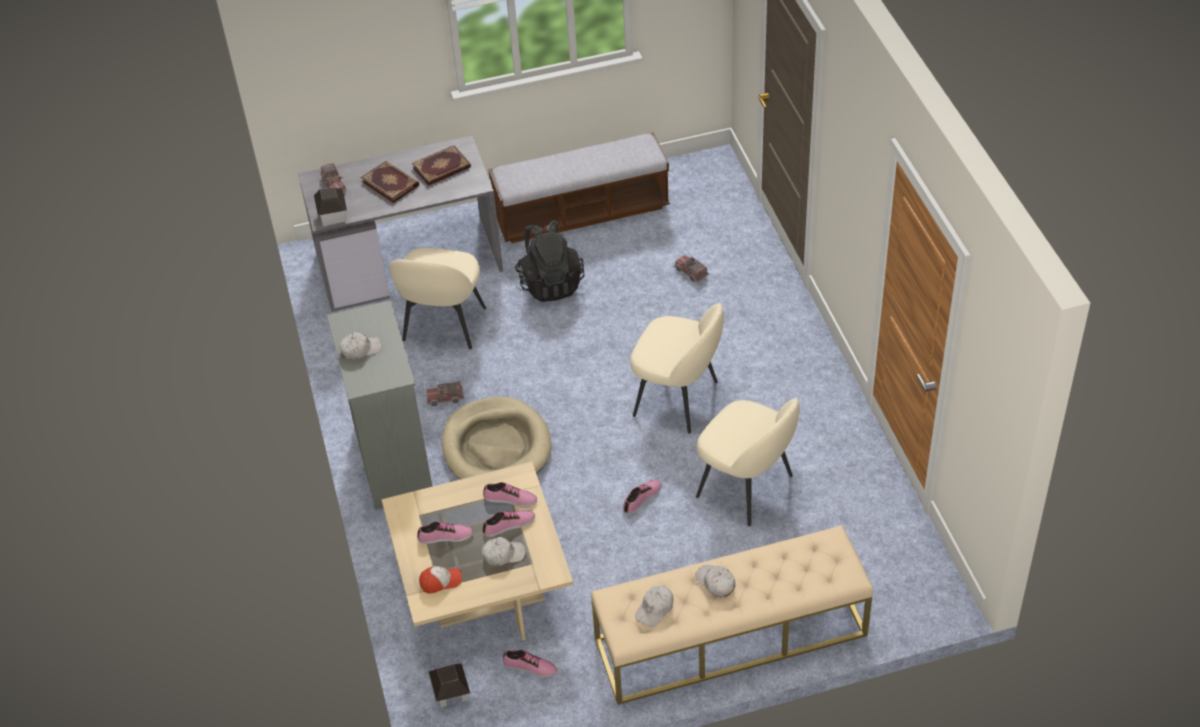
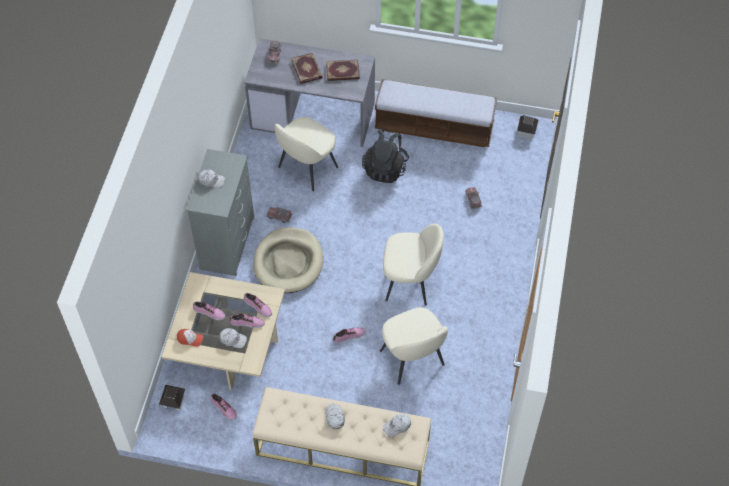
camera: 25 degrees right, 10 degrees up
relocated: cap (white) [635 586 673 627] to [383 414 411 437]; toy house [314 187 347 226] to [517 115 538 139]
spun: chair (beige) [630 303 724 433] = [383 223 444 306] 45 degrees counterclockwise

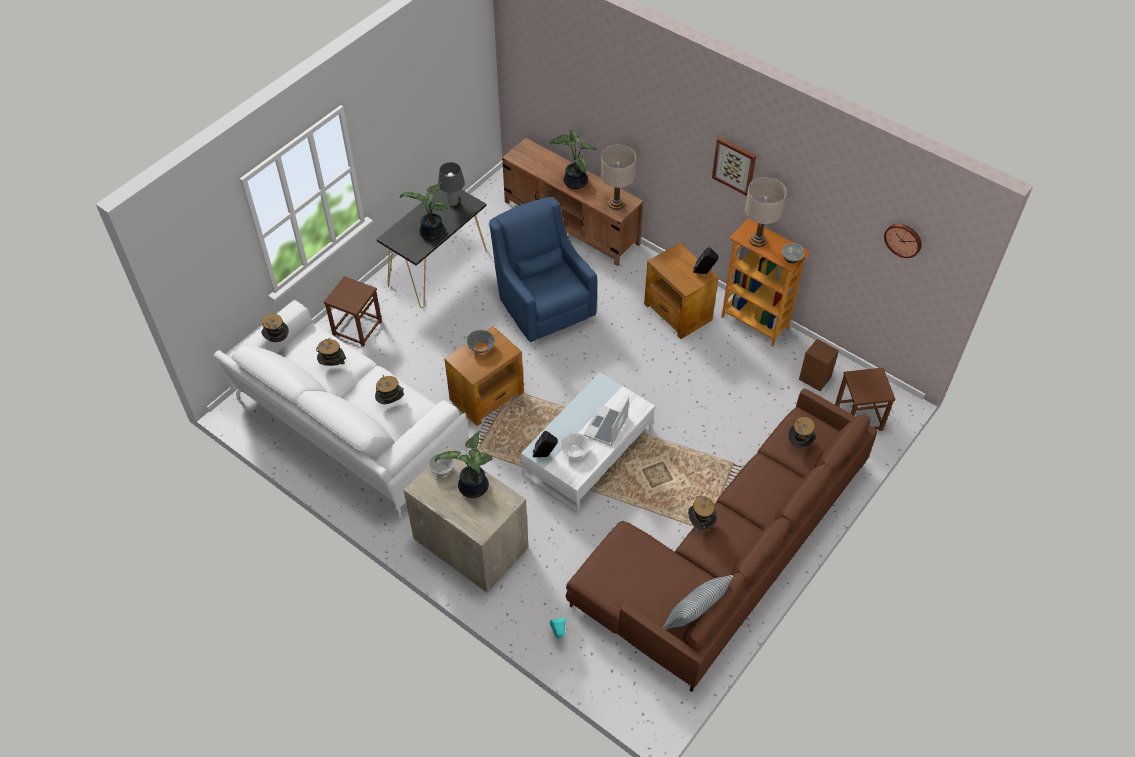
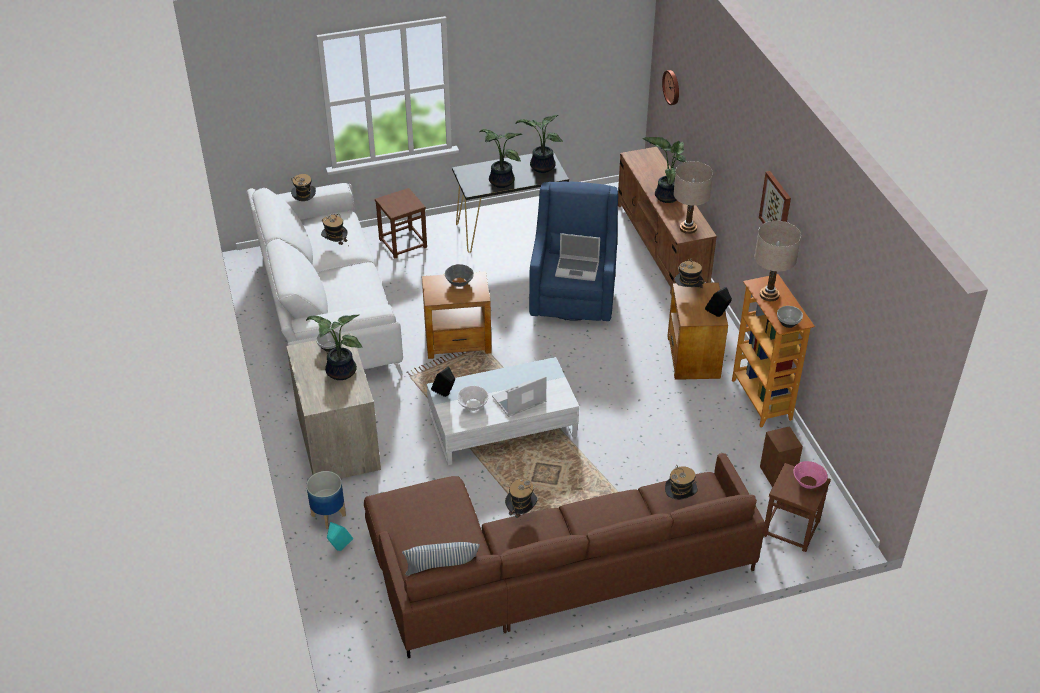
camera: 35 degrees right, 10 degrees down
appeared: planter [306 471 346 529]; laptop [555 233 600 281]; bowl (pink) [793 461 828 489]
relocated: wall clock [884 224 922 258] to [662 70 679 105]; hat [375 376 404 404] to [674 258 705 288]
exchanged: table lamp (grey) [438 162 465 206] to potted plant [516 115 563 173]

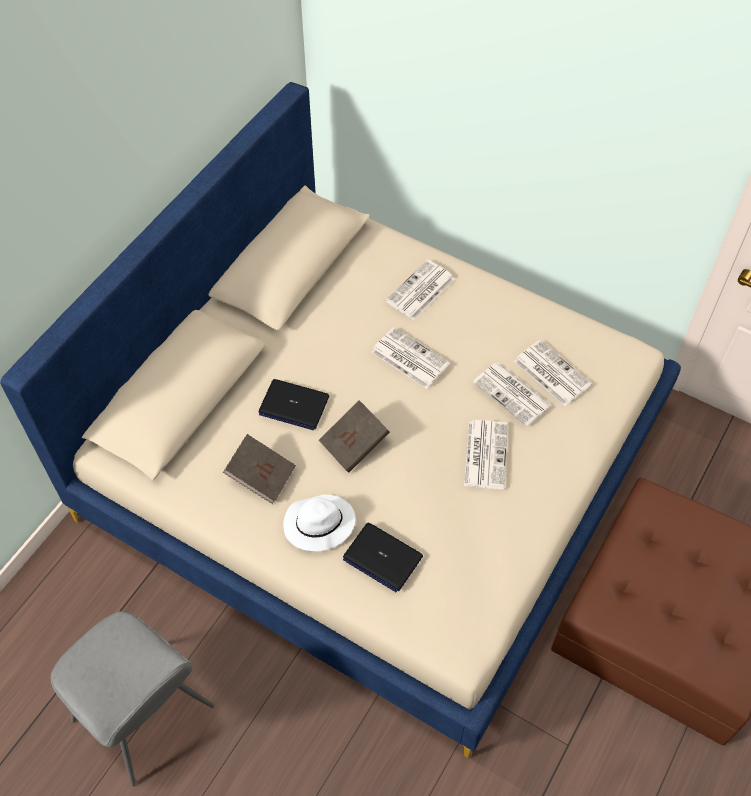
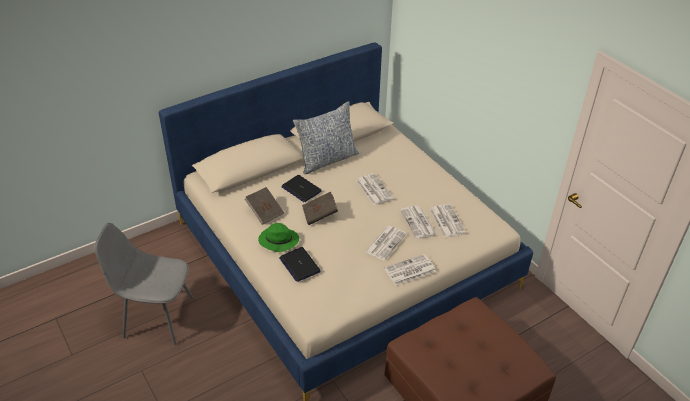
camera: 25 degrees right, 15 degrees down
appeared: pillow [293 101 359 174]
relocated: newspaper [385 260 455 320] to [384 254 436 286]
colour: hat (white) [283 495 355 551] to hat (green) [258 223 299 252]
spun: chair (grey) [51 611 214 787] = [94 223 194 345] 120 degrees clockwise

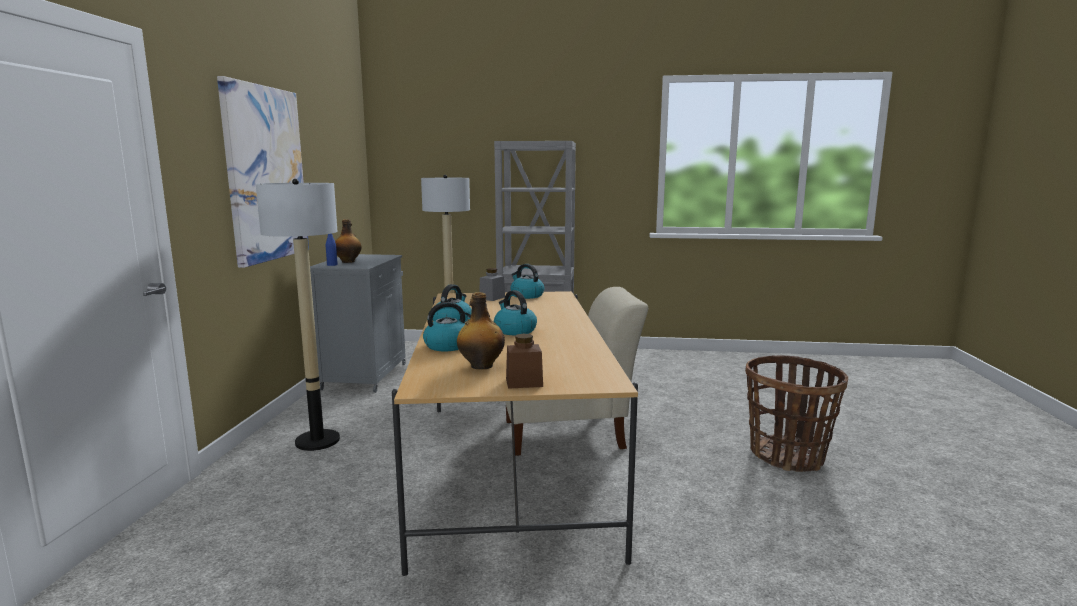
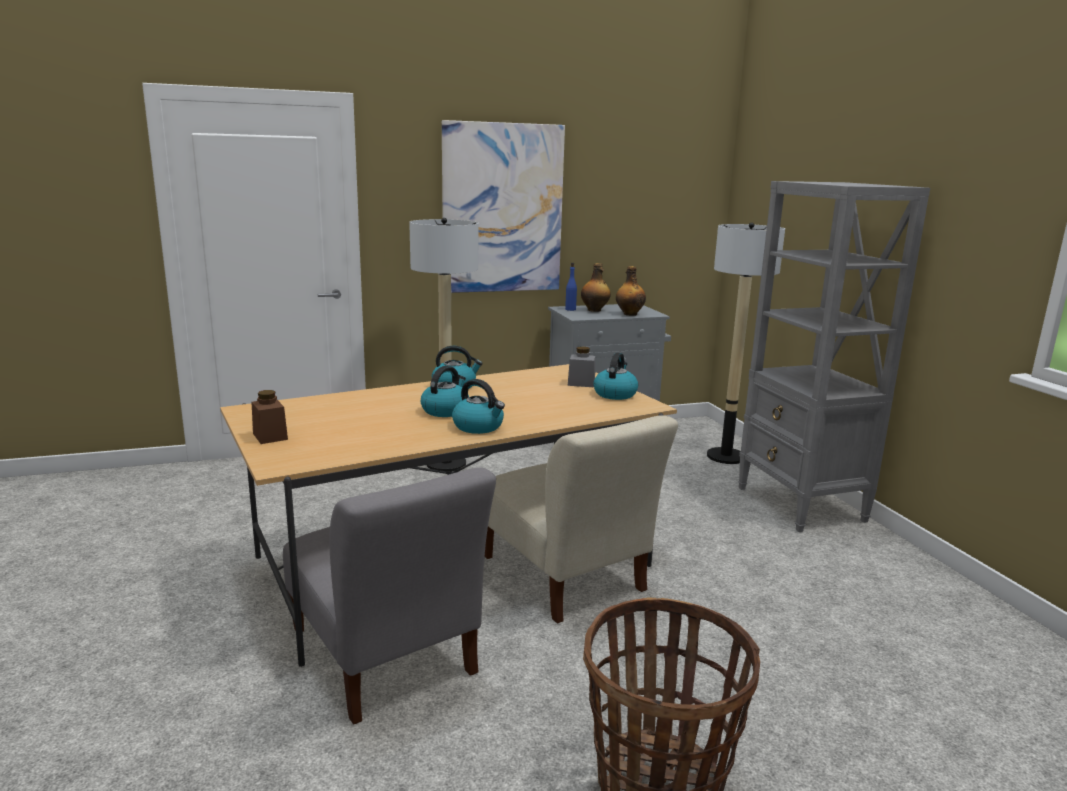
camera: 65 degrees right, 5 degrees up
appeared: chair (grey) [283 467 496 725]
relocated: kettle [423 302 471 351] to [452 379 505 434]; bottle [457 292 505 369] to [616 266 646 316]

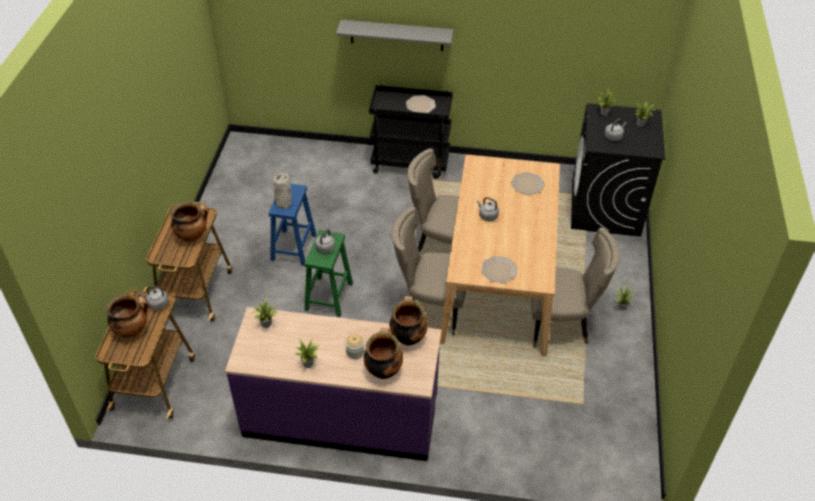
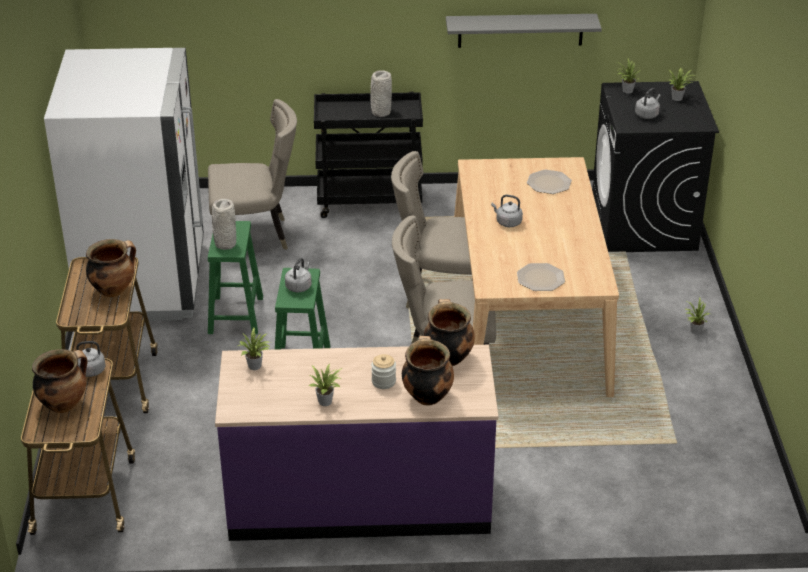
camera: 10 degrees left, 10 degrees down
appeared: fridge (white) [44 48 204 321]
relocated: chair (beige) [531 227 620 348] to [208 99 297 250]; shelf (grey) [336 20 454 51] to [446 14 602 48]
exchanged: plate [406 95 436 113] to vase (grey) [370 70 392 117]
colour: stool (blue) [269 183 317 266] to stool (green) [208 221 263 335]

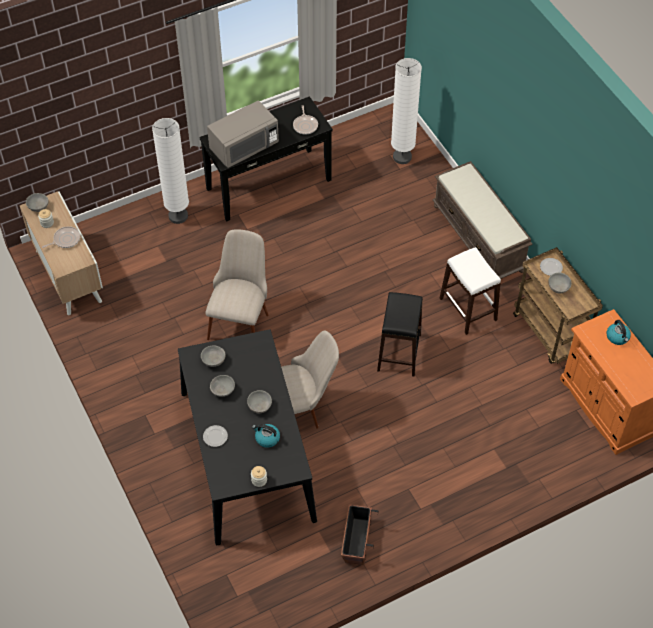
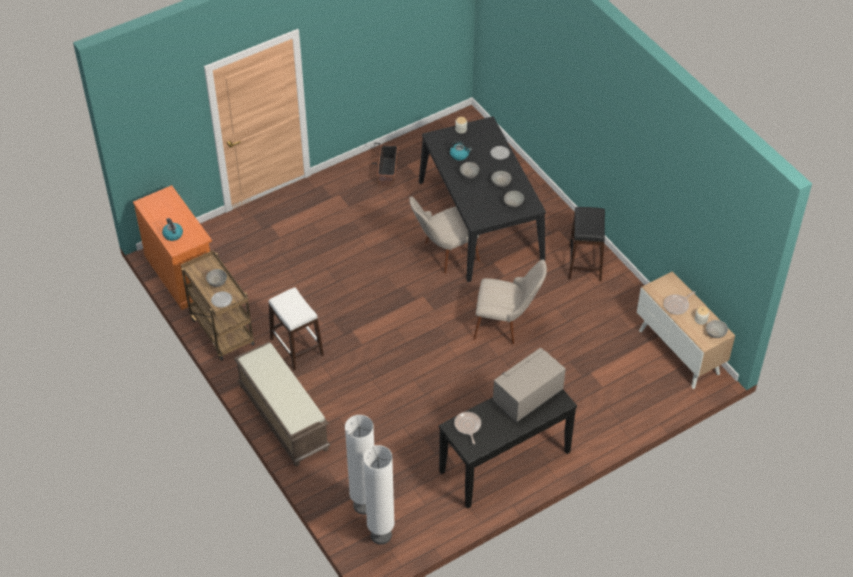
camera: 175 degrees right, 5 degrees down
relocated: floor lamp (white) [152 118 189 224] to [363 445 395 545]; stool (black) [377 292 423 377] to [568 207 605 281]
spun: chair (beige) [205 229 269 340] = [473 260 547 344] 90 degrees counterclockwise

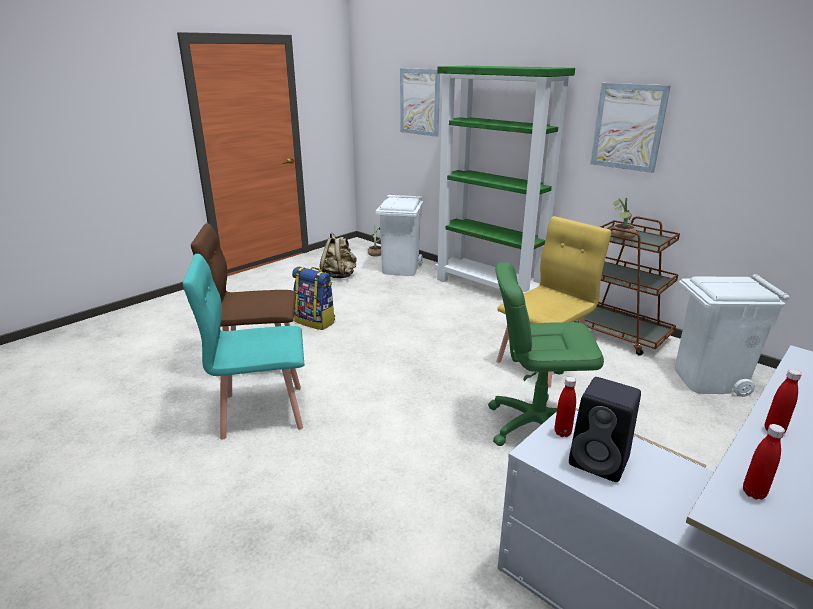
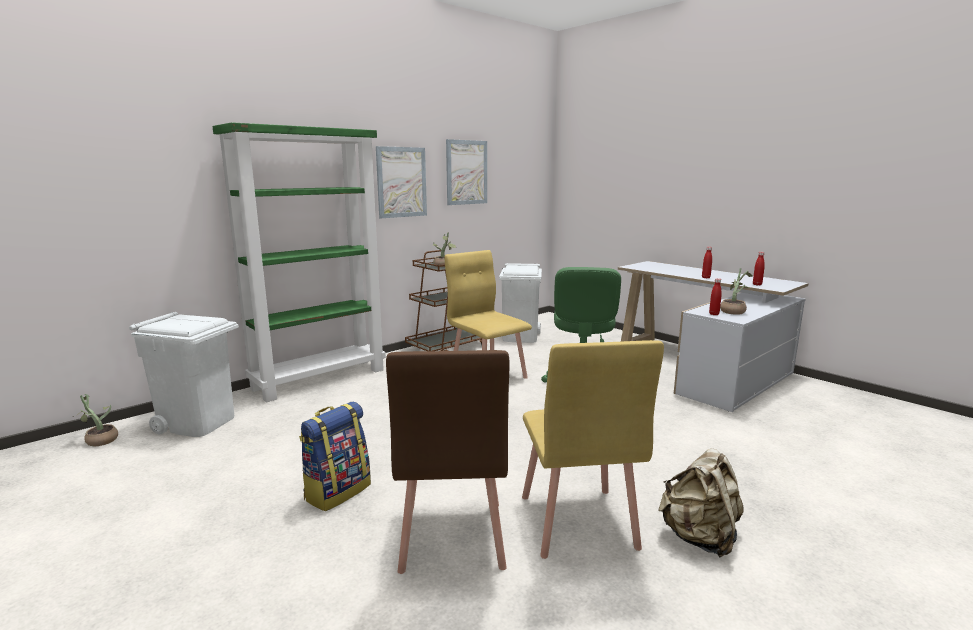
camera: 85 degrees left, 10 degrees down
relocated: picture [400 68 440 137] to [446 139 487 205]; backpack (beige) [320 233 356 278] to [658 449 744 558]
exchanged: speaker (black) [569 377 641 482] to potted plant [720 268 753 315]
colour: chair (turquoise) [183 254 305 440] to chair (yellow) [522 340 664 559]

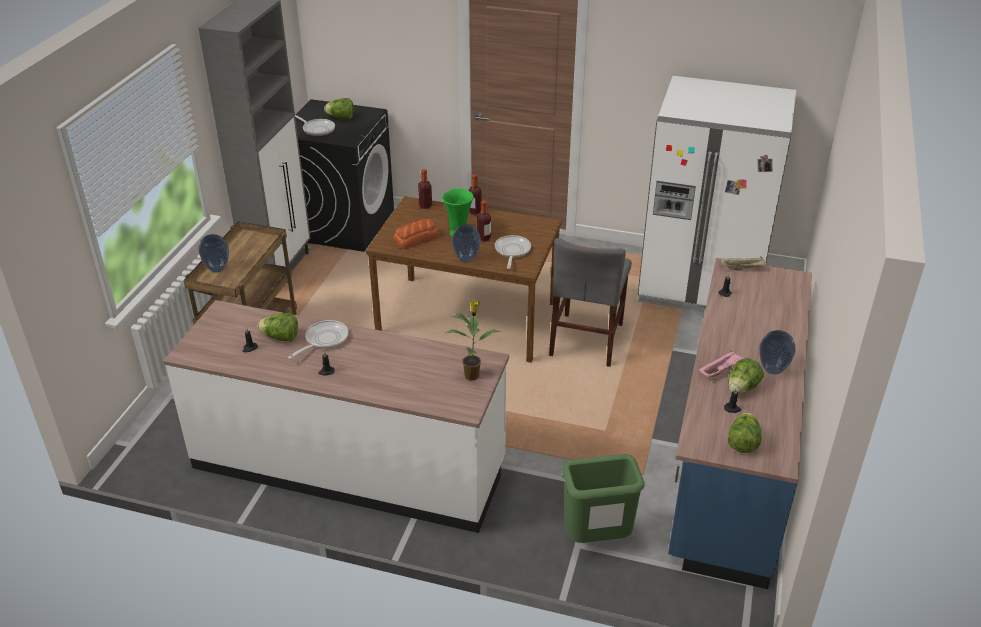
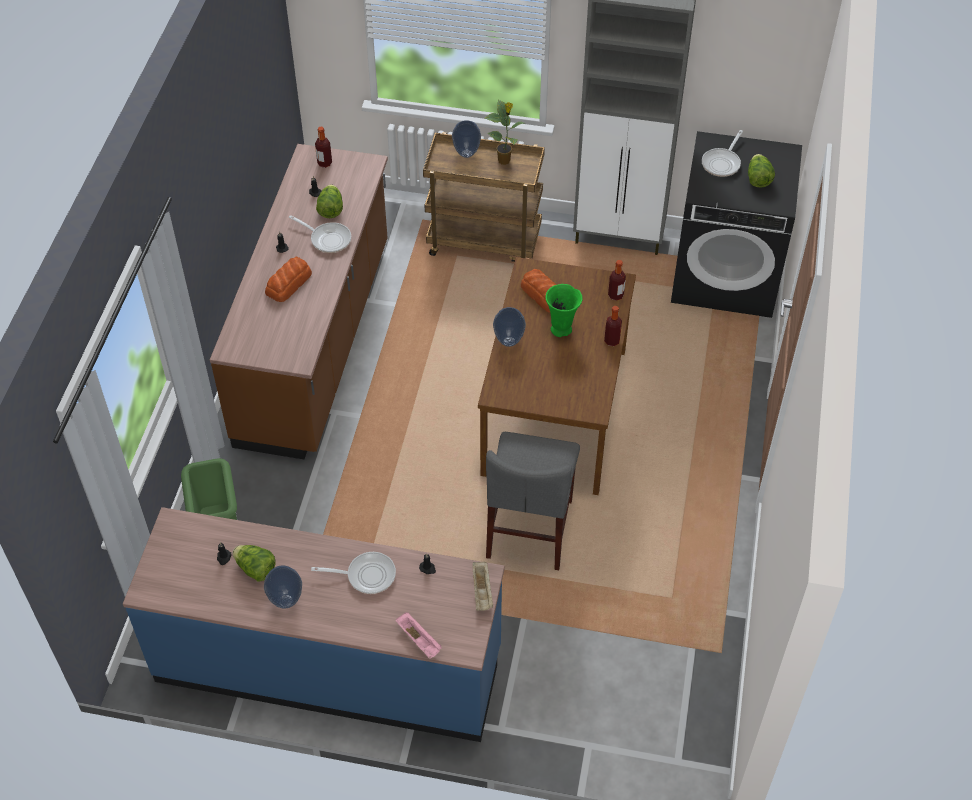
camera: 85 degrees right, 15 degrees up
missing: fridge (white) [638 76 796 312]; lettuce [728 413 762 453]
appeared: bread [265 257 312 302]
relocated: frying pan [495 235 531 269] to [311 552 396 594]; bottle [477 200 491 242] to [315 127 332 168]; tray (pink) [699 350 743 377] to [395 612 442 659]; potted plant [444 300 501 380] to [485 100 525 165]
colour: counter (white) [163 300 509 533] to counter (brown) [210 144 388 459]
spun: chair (grey) [549 238 632 367] = [486 432 580 570] 90 degrees counterclockwise

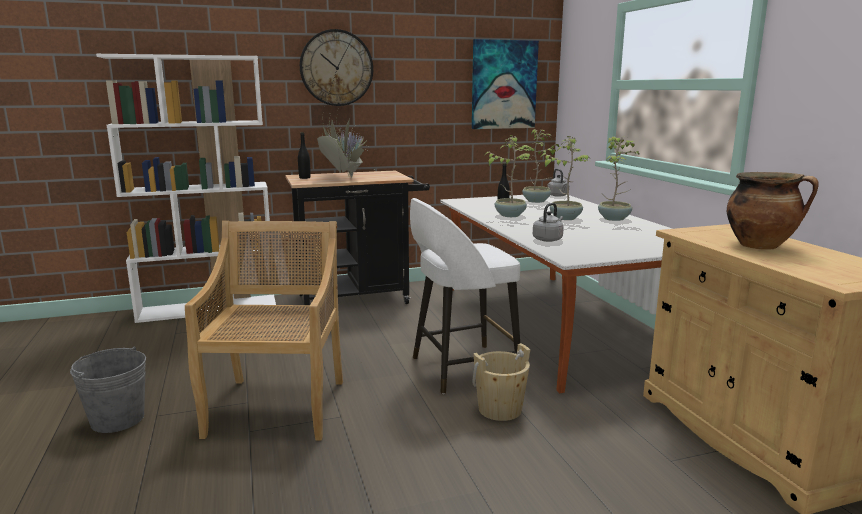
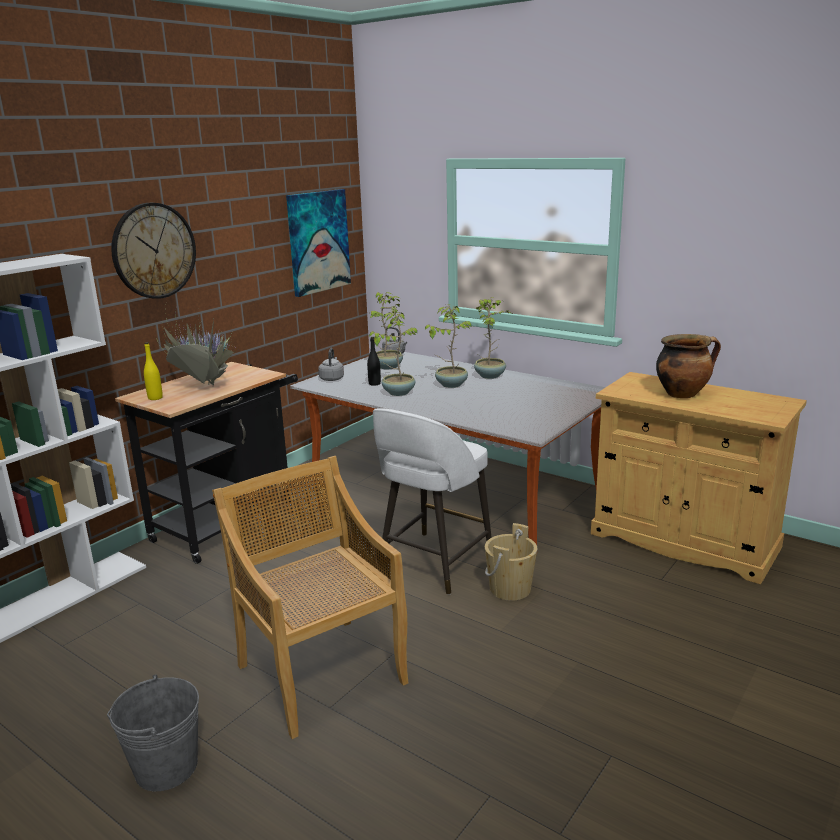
camera: 35 degrees left, 5 degrees up
relocated: kettle (grey) [533 203 564 242] to [318 348 344 381]
colour: bottle (black) [298 132 311 179] to bottle (yellow) [144 342 163 400]

